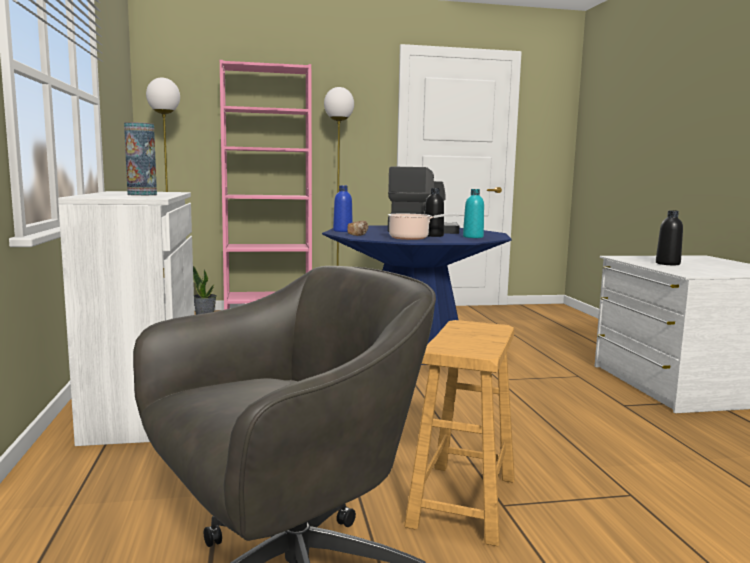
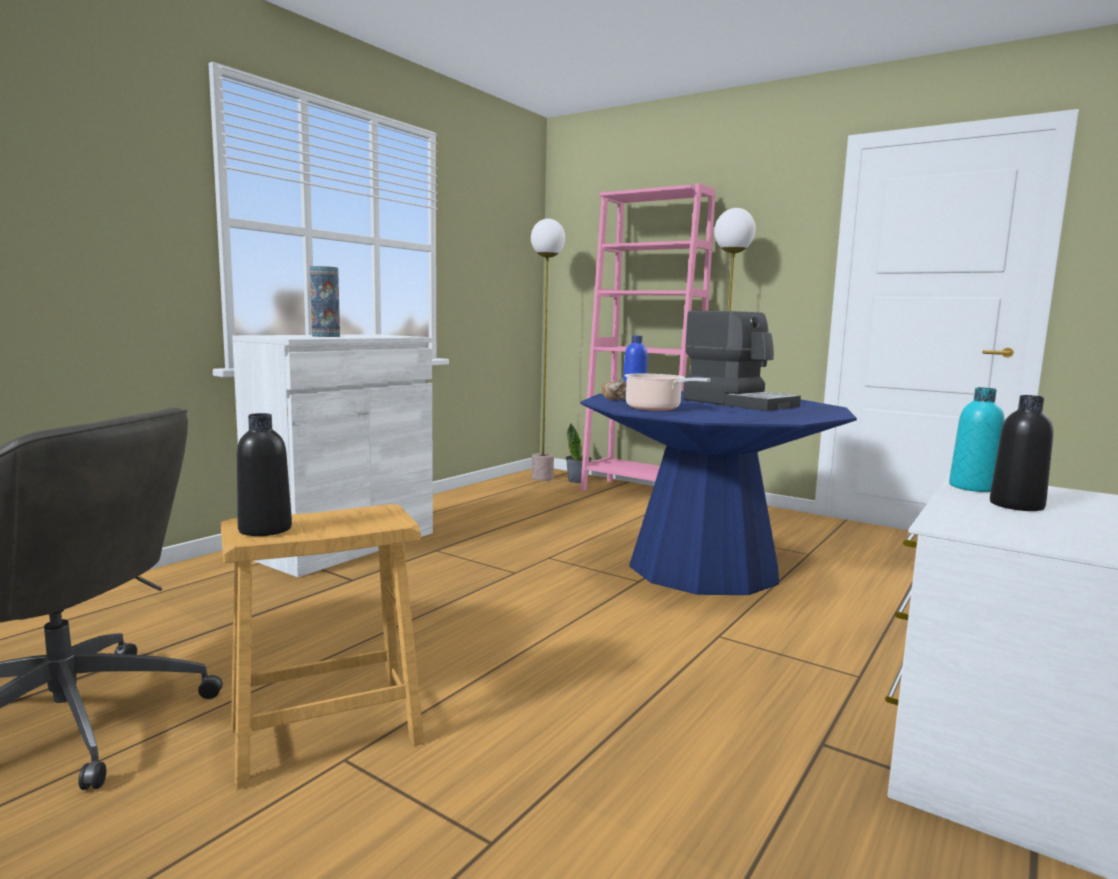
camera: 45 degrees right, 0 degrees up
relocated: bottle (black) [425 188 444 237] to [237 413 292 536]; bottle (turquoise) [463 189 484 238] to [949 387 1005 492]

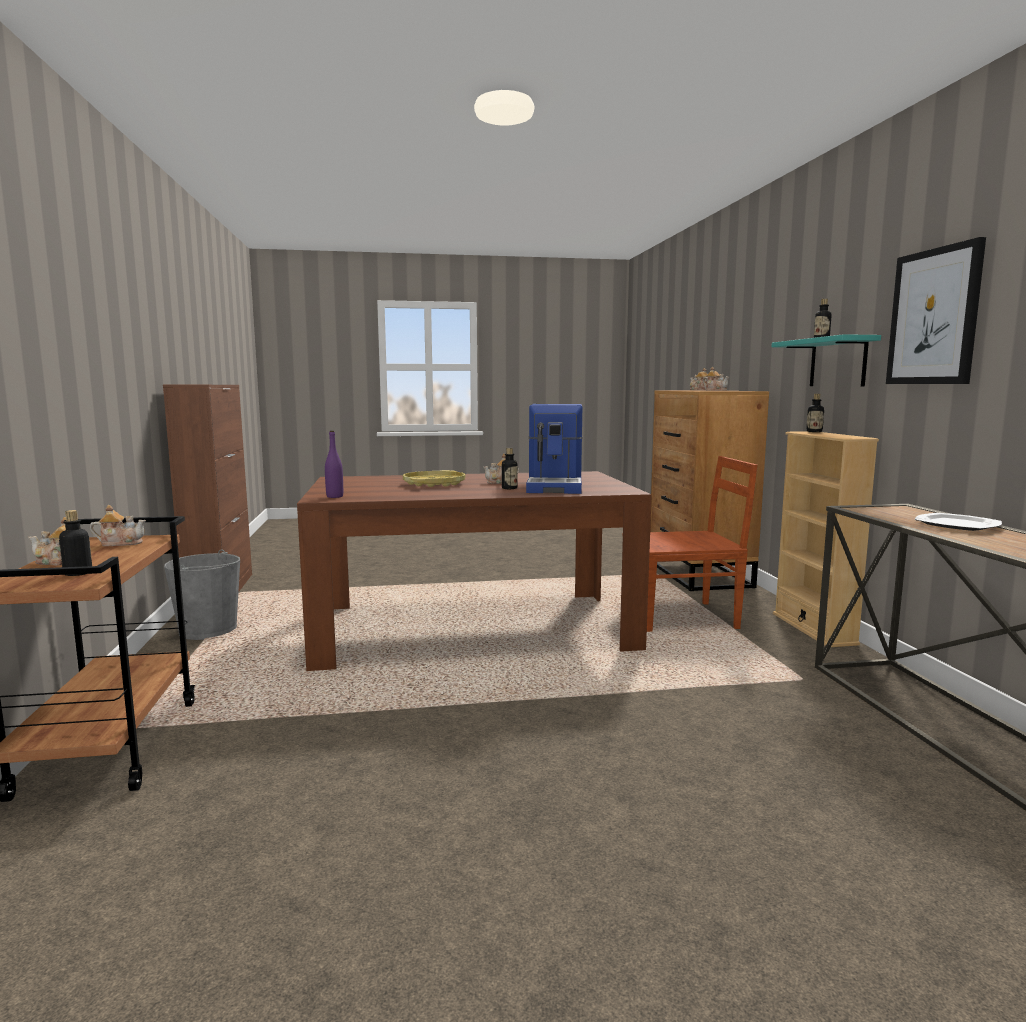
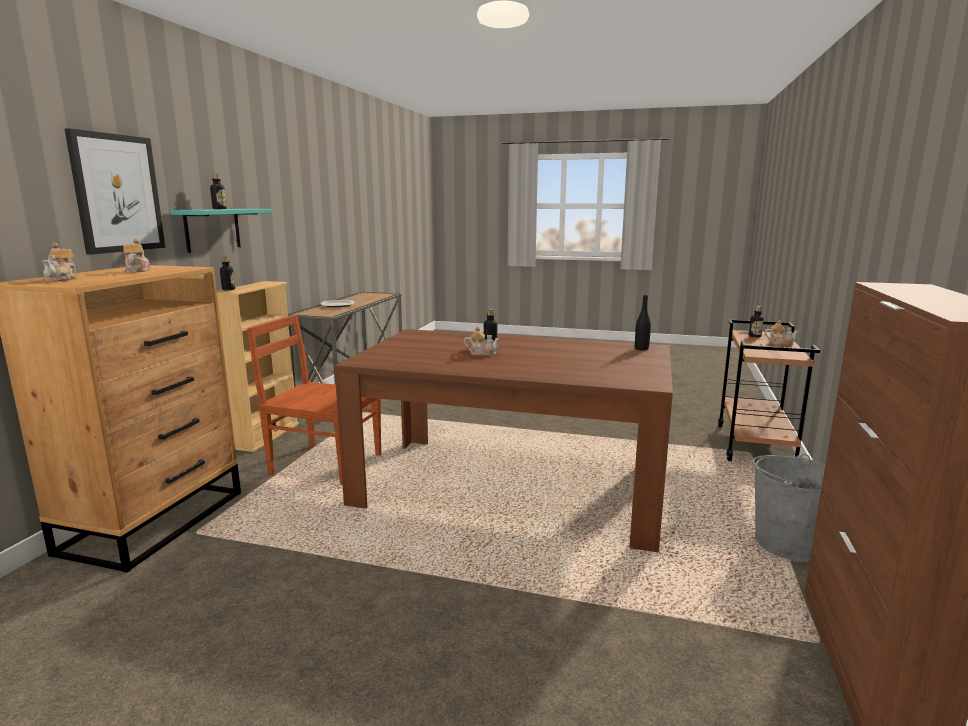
camera: 155 degrees left, 5 degrees up
missing: teapot [90 505 146 546]; tray (yellow) [403 470 465 487]; coffee machine [526 404 582 494]
relocated: picture [886 237 986 384] to [65 128 165 255]
colour: bottle (purple) [325 430 343 498] to bottle (black) [635 294 651 350]

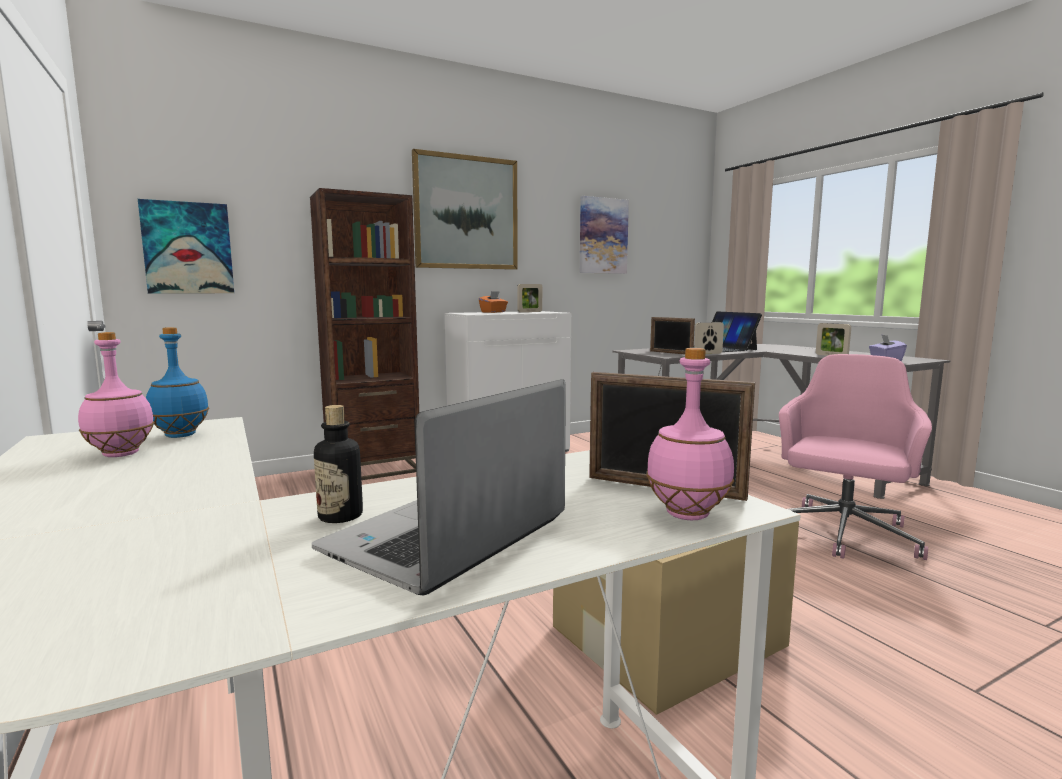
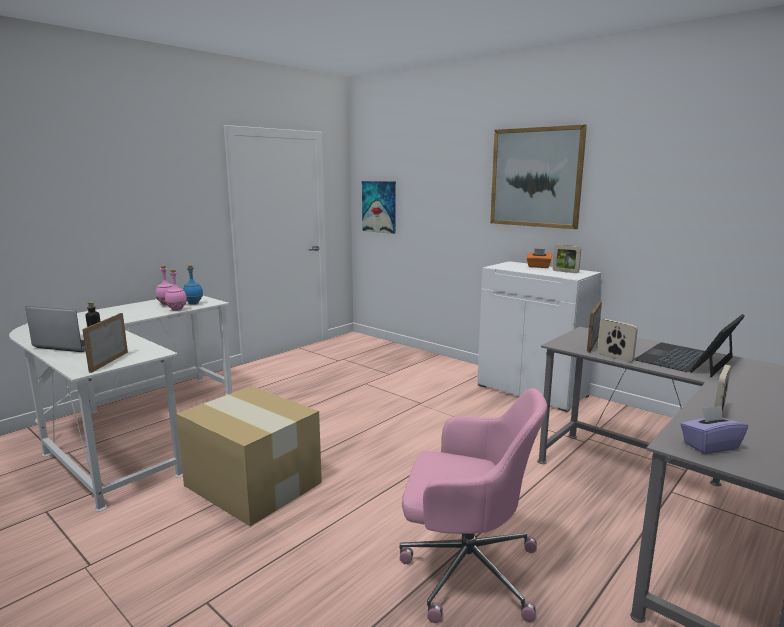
camera: 70 degrees right, 5 degrees up
missing: bookcase (brown) [310 188 419 480]; picture [580 196 629 274]
relocated: bottle (pink) [646 348 734 520] to [165 270 187 311]

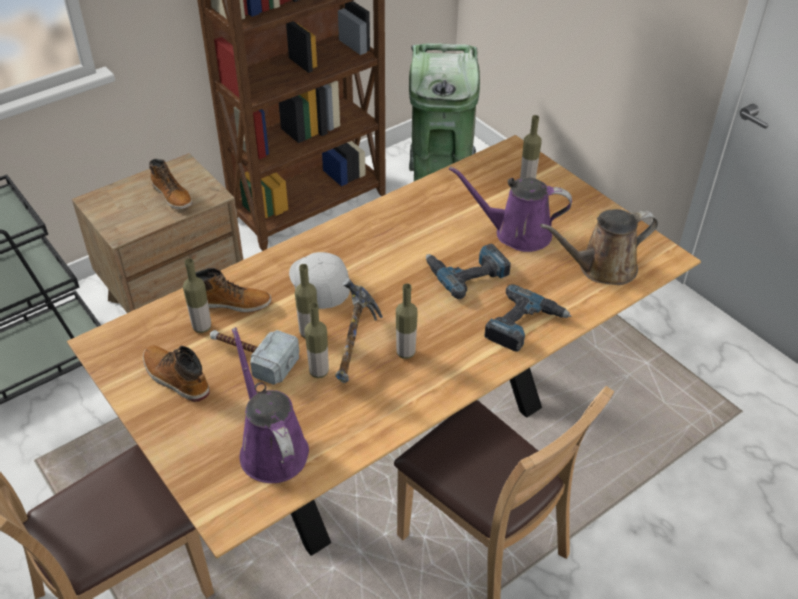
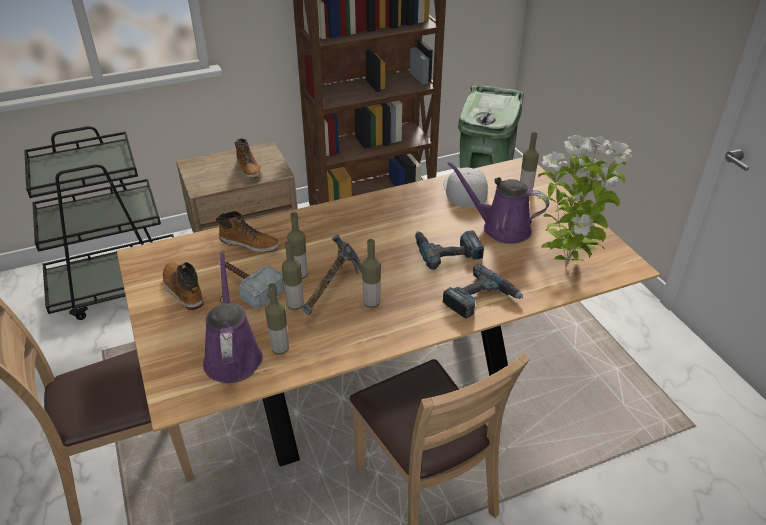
camera: 15 degrees right, 5 degrees down
relocated: bottle [183 258 211 333] to [265 283 289 355]; cap (white) [289 252 350 309] to [443 168 488 208]
exchanged: watering can (brown) [540 209 658 285] to potted plant [538 135 632 268]

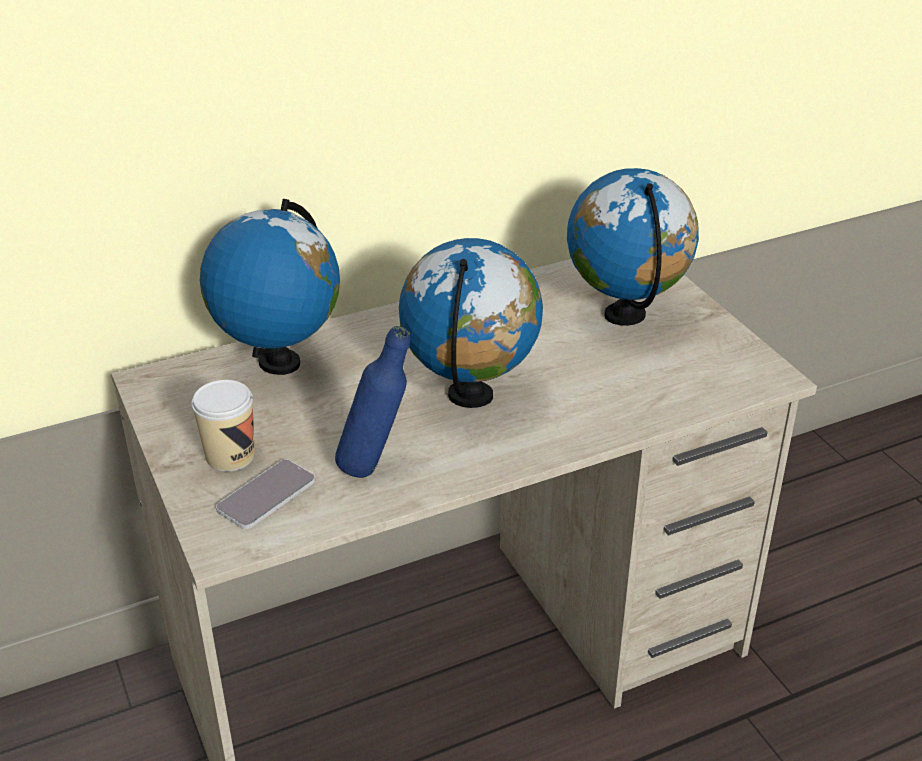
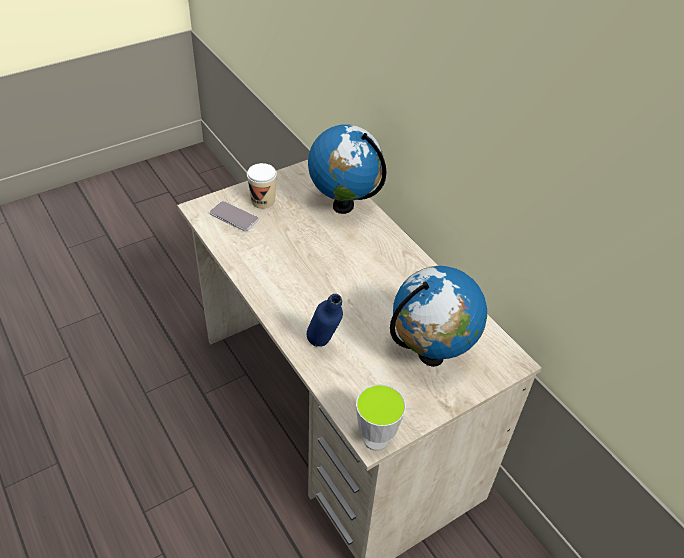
camera: 80 degrees right, 10 degrees up
missing: globe [399 238 543 408]
appeared: cup [356 384 406 451]
relocated: bottle (blue) [335 326 410 478] to [307 294 343 347]

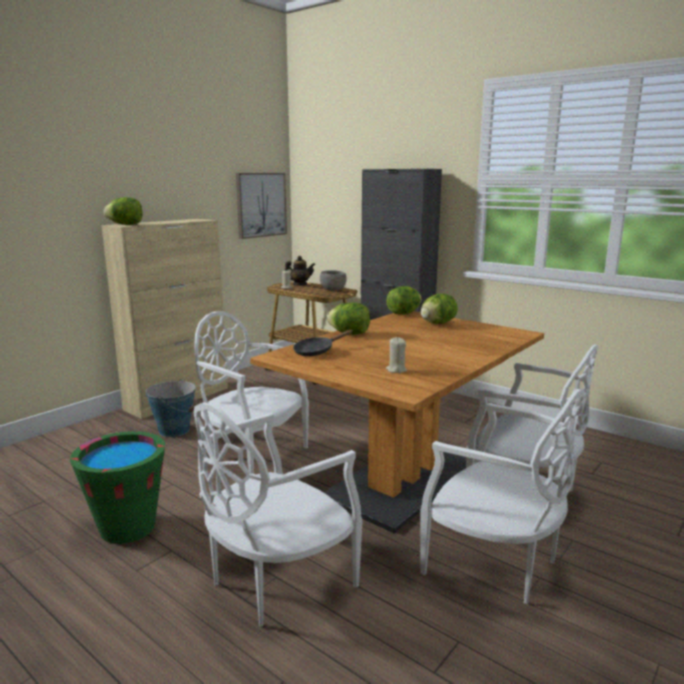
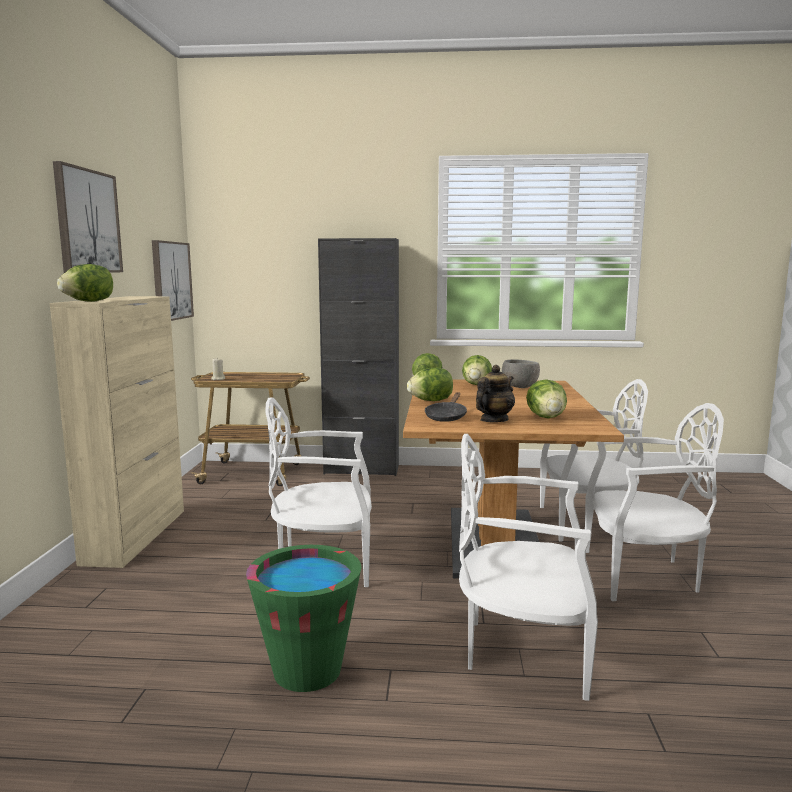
camera: 35 degrees left, 5 degrees down
missing: bucket [145 379 197 437]
appeared: picture [53 161 123 273]
relocated: teapot [285 256 315 286] to [476 365 515 422]; bowl (grey) [320 270 347 291] to [502 359 540 388]
exchanged: candle (beige) [386 337 407 373] to lettuce [526 379 567 418]
spun: chair (white) [194 402 362 627] = [459 434 598 701] 90 degrees clockwise

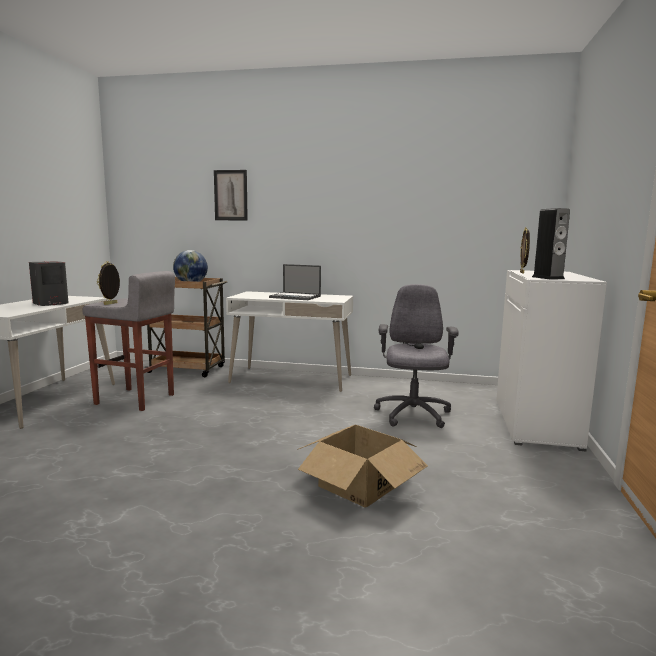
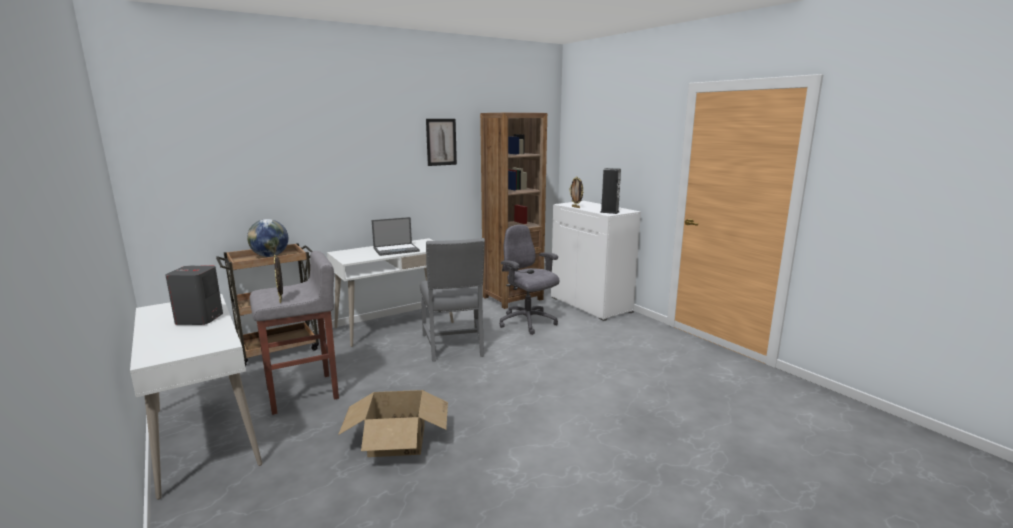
camera: 45 degrees left, 5 degrees up
appeared: chair (grey) [420 238 485 362]; bookcase (brown) [480 113 547 309]
relocated: cardboard box [297 425 428 508] to [338 390 448 457]; picture [214 170 248 221] to [426 119 457 166]

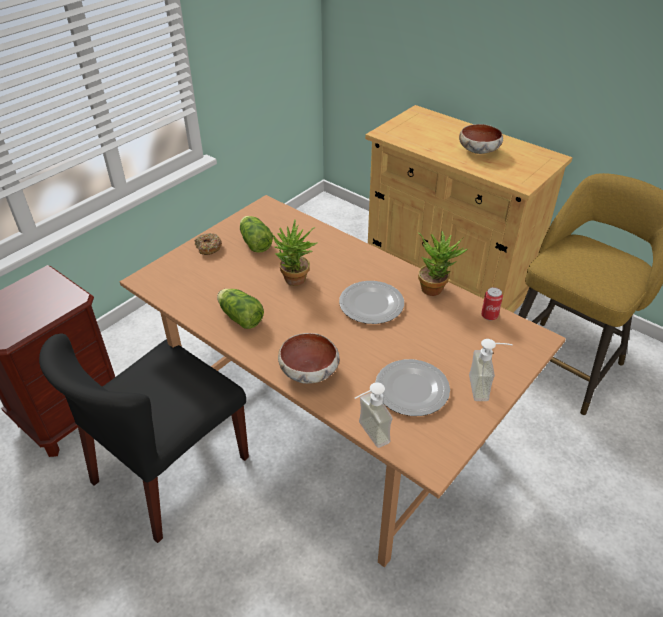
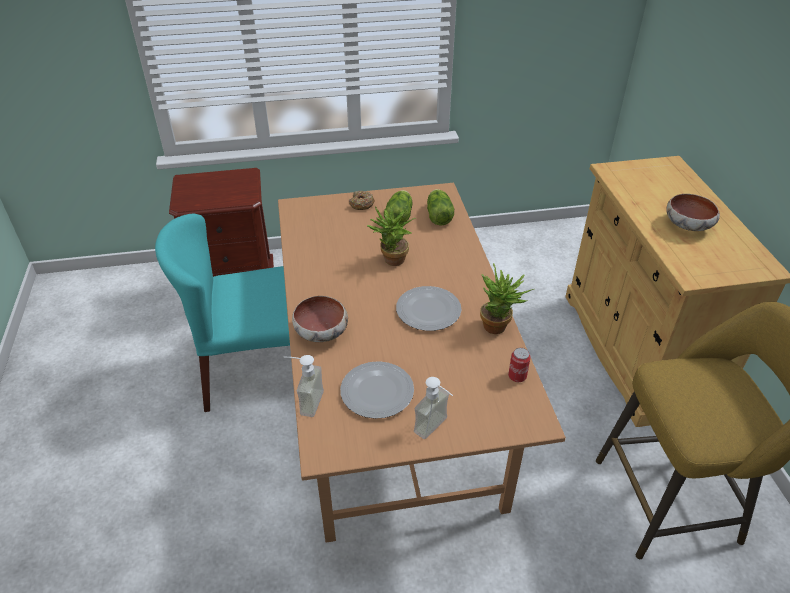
camera: 40 degrees right, 0 degrees up
relocated: lettuce [217 289 264 329] to [427 189 454 226]
colour: chair (black) [39 333 249 543] to chair (turquoise) [155 214 290 412]

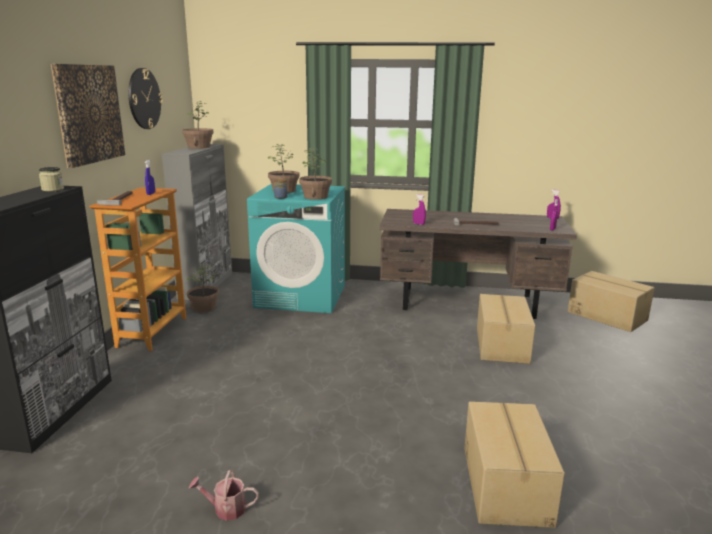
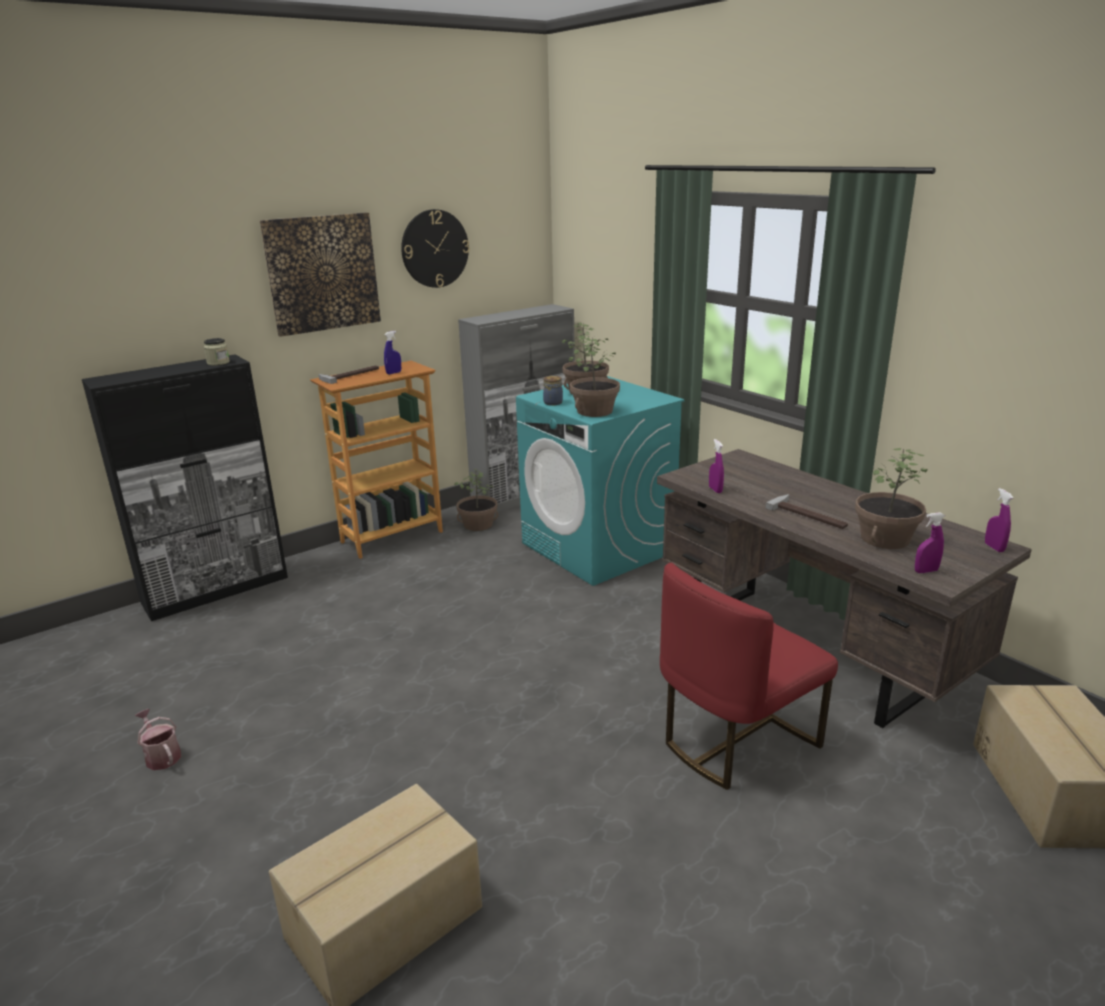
camera: 45 degrees right, 5 degrees up
relocated: potted plant [182 101 213 149] to [855 448 927 549]
exchanged: cardboard box [477 294 535 364] to chair (red) [660 563 838 790]

